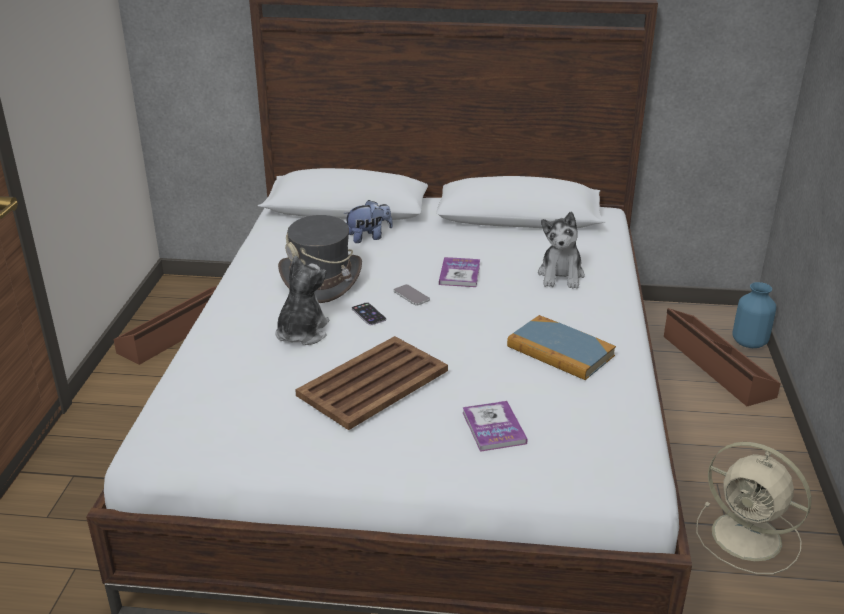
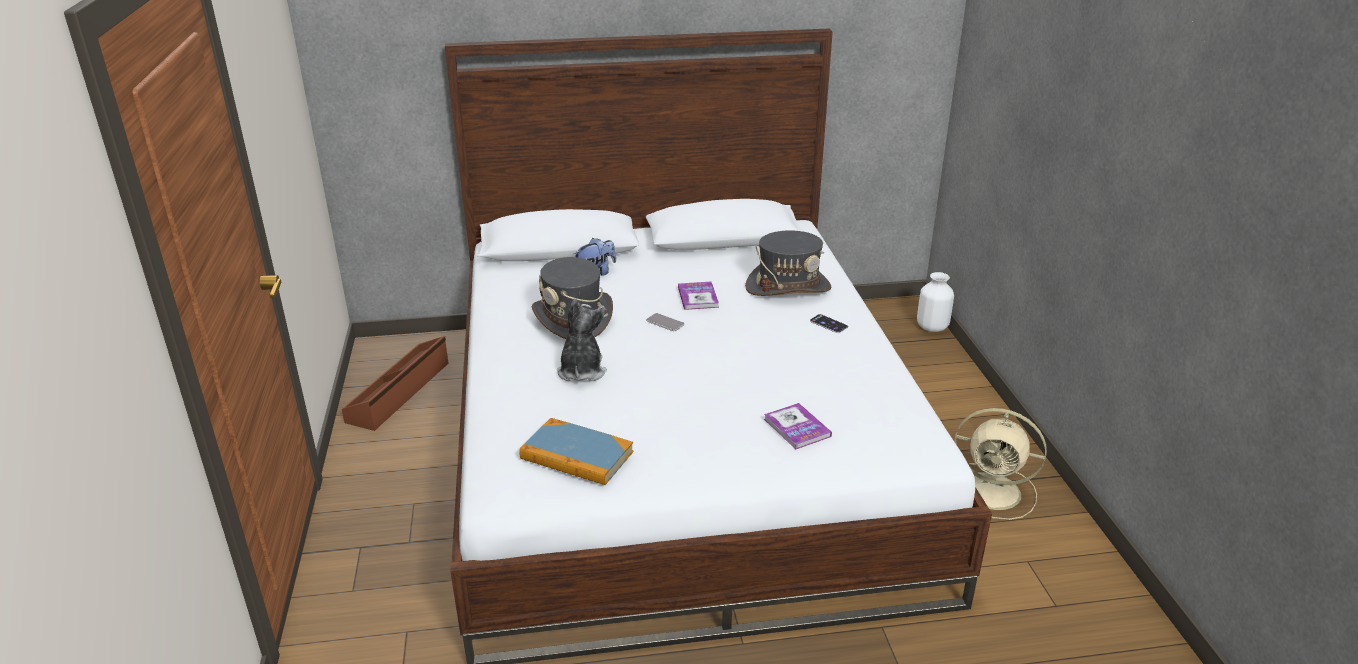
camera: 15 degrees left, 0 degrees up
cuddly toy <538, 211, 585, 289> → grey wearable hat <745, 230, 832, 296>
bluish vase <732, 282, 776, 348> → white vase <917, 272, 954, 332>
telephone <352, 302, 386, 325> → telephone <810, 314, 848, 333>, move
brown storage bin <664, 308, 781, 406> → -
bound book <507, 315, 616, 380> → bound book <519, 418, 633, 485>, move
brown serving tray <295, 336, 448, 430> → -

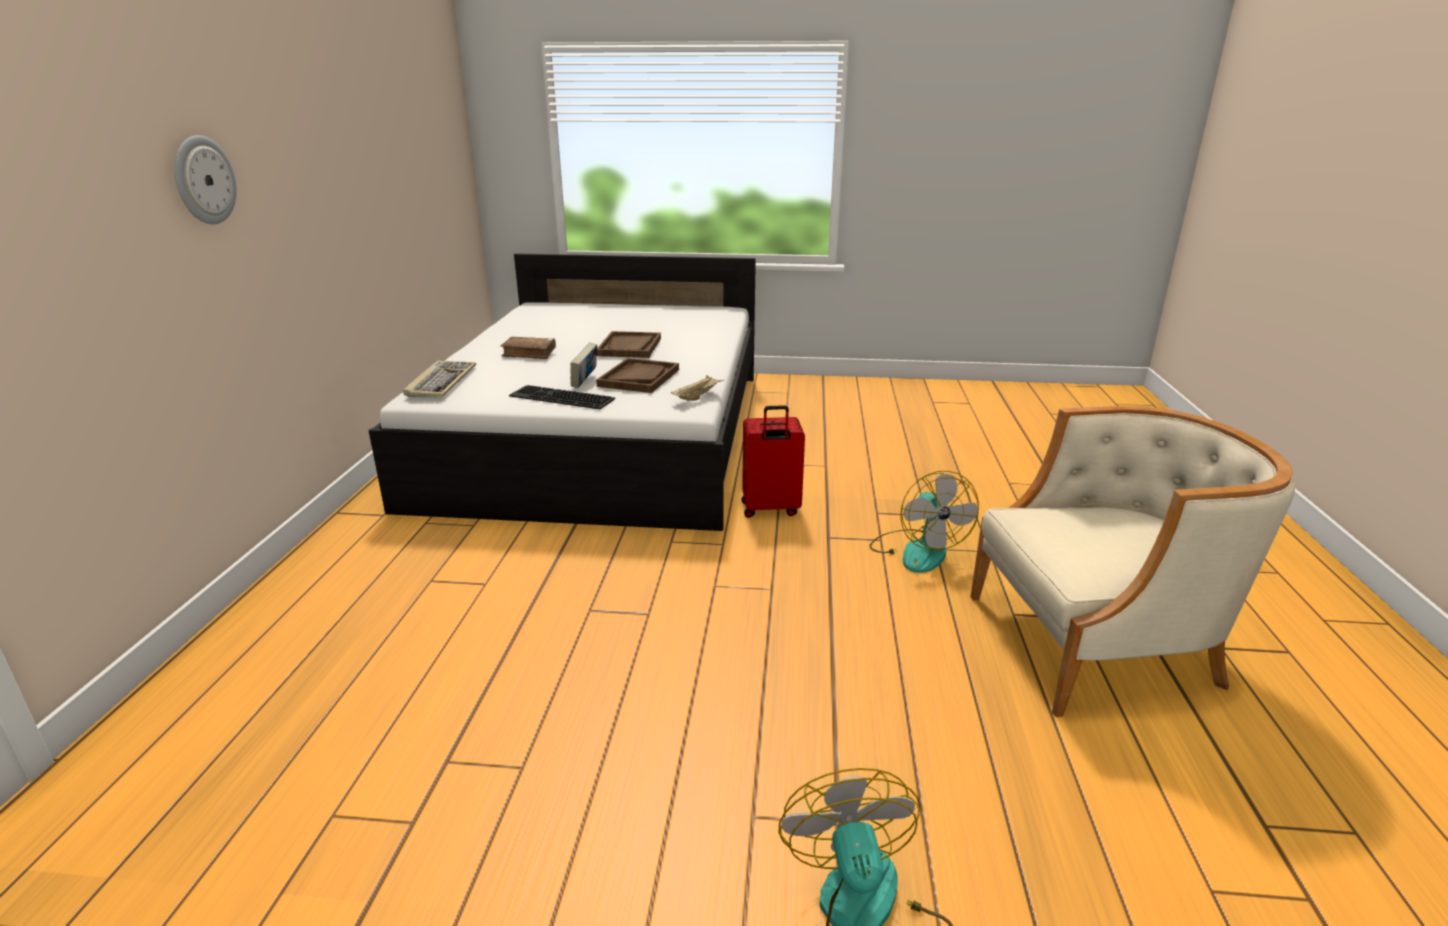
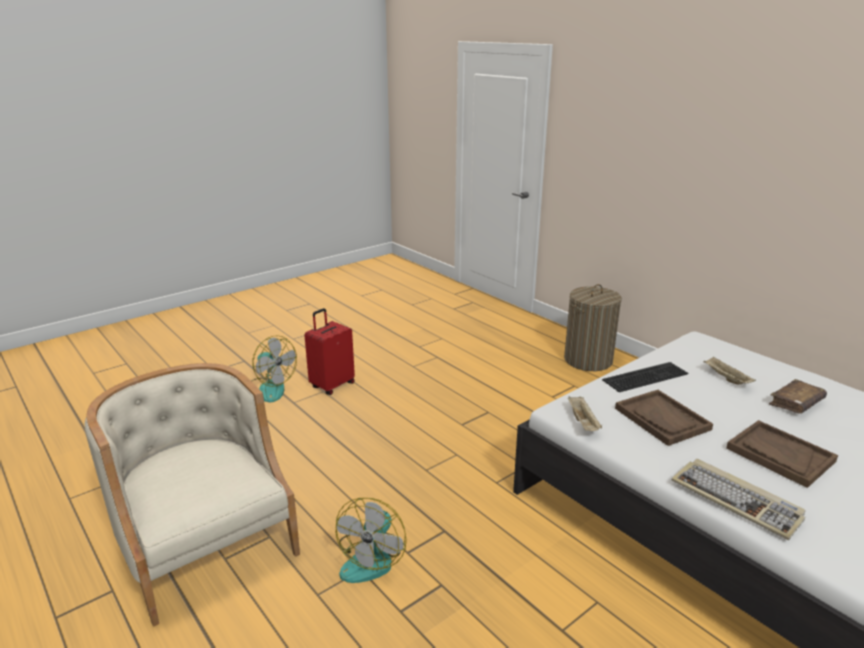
camera: 135 degrees right, 0 degrees up
wall clock <175, 135, 236, 224> → -
bound book <571, 342, 597, 388> → -
computer keyboard <403, 360, 476, 397> → computer keyboard <672, 459, 805, 540>, move
red-coloured travel case <741, 405, 805, 518> → red-coloured travel case <304, 308, 355, 395>, move
sand-coloured easy chair <971, 406, 1295, 717> → sand-coloured easy chair <85, 363, 300, 627>, 105 degrees clockwise
electric fan <869, 471, 979, 573> → electric fan <336, 498, 407, 583>, 105 degrees counterclockwise
- → hamper <564, 284, 622, 371>
- → sand-coloured serving tray <704, 357, 756, 384>

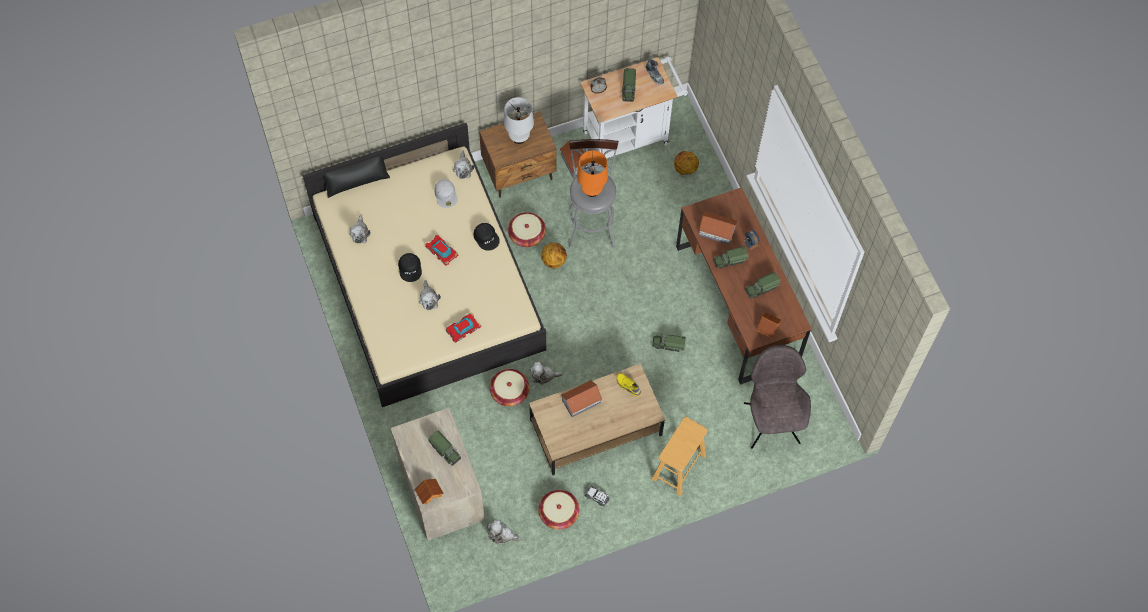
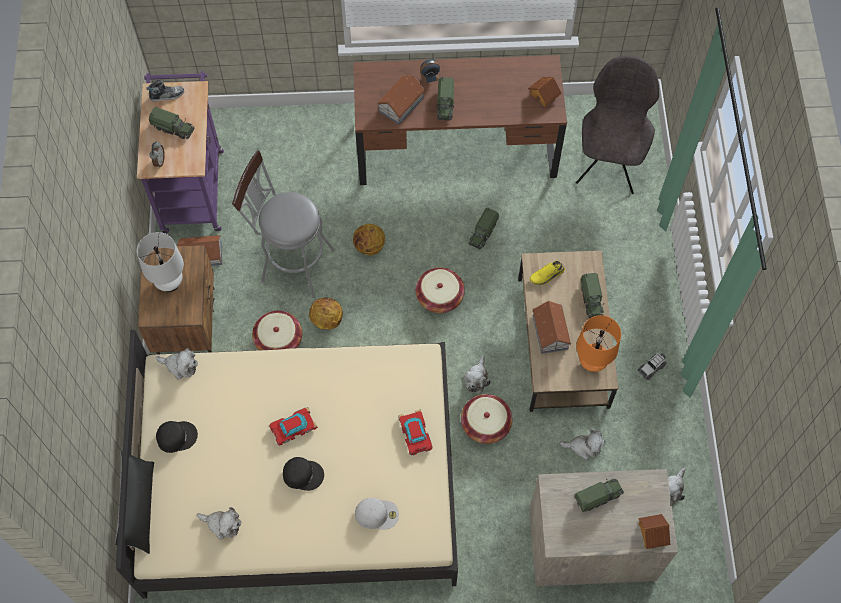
camera: 70 degrees left, 0 degrees up
white trolley <580, 57, 688, 167> → purplish trolley <137, 71, 224, 233>
orange-coloured table lamp <577, 150, 608, 197> → orange-coloured table lamp <576, 315, 621, 372>, move
basketball <674, 151, 699, 175> → basketball <353, 224, 385, 256>, move
white baseball cap <434, 179, 457, 208> → white baseball cap <355, 498, 399, 530>, move
black-coloured baseball cap <474, 223, 500, 251> → black-coloured baseball cap <156, 421, 198, 453>, move
toy lorry <745, 272, 780, 299> → toy lorry <581, 273, 604, 318>, move
cuddly toy <419, 280, 441, 310> → cuddly toy <560, 429, 606, 460>, move
grey chair <744, 345, 811, 448> → grey chair <576, 55, 659, 194>, 90 degrees clockwise
brown sitting stool <652, 417, 708, 496> → -
storage basket <538, 490, 579, 530> → storage basket <416, 268, 465, 313>, move

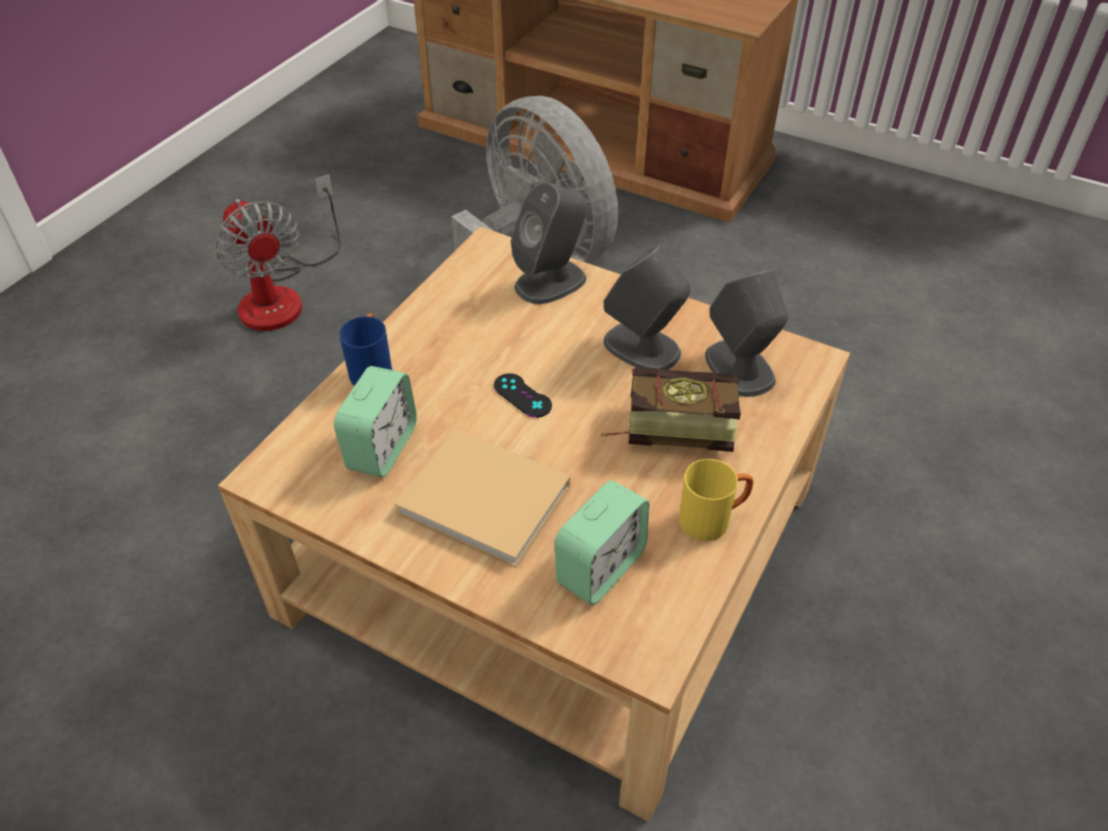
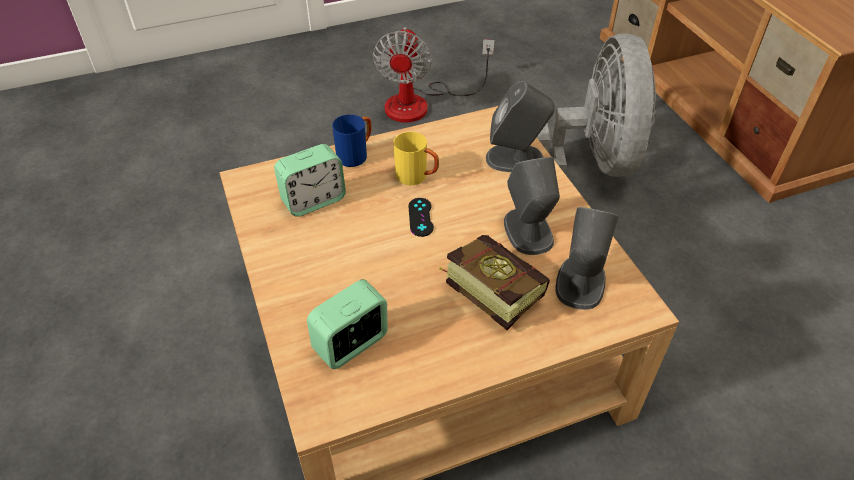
camera: 40 degrees right, 0 degrees up
sand-coloured bound book <395, 429, 570, 568> → -
yellowish coffee mug <679, 459, 753, 541> → yellowish coffee mug <393, 132, 439, 185>, move
bedside clock <555, 480, 649, 605> → bedside clock <307, 279, 388, 369>, 150 degrees clockwise

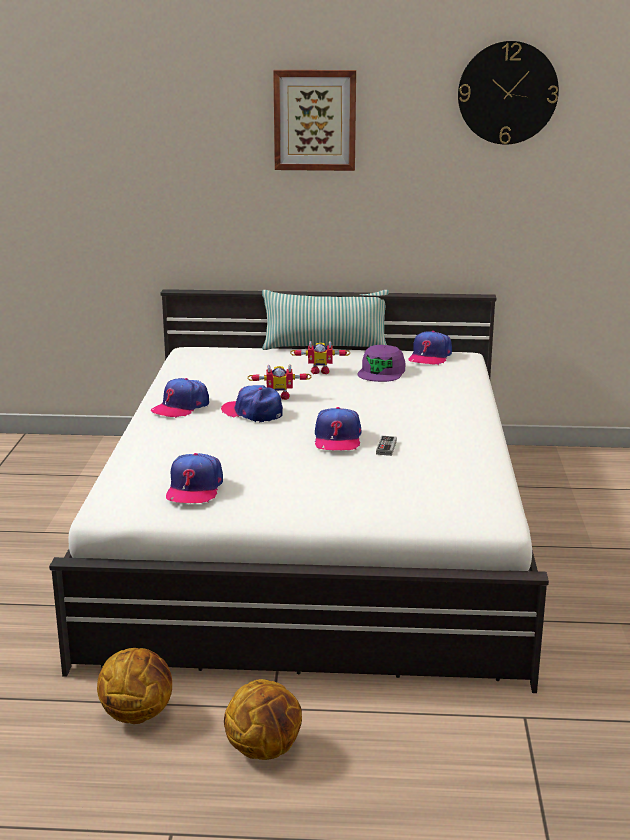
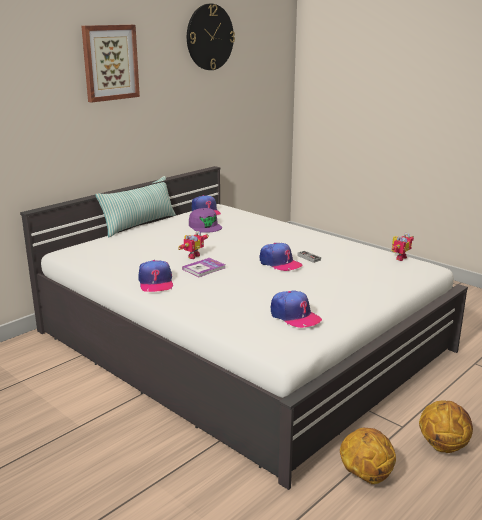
camera: 50 degrees left, 0 degrees up
model robot <290, 341, 350, 374> → model robot <391, 233, 414, 261>, move
baseball cap <221, 385, 283, 423> → bound book <182, 258, 225, 277>

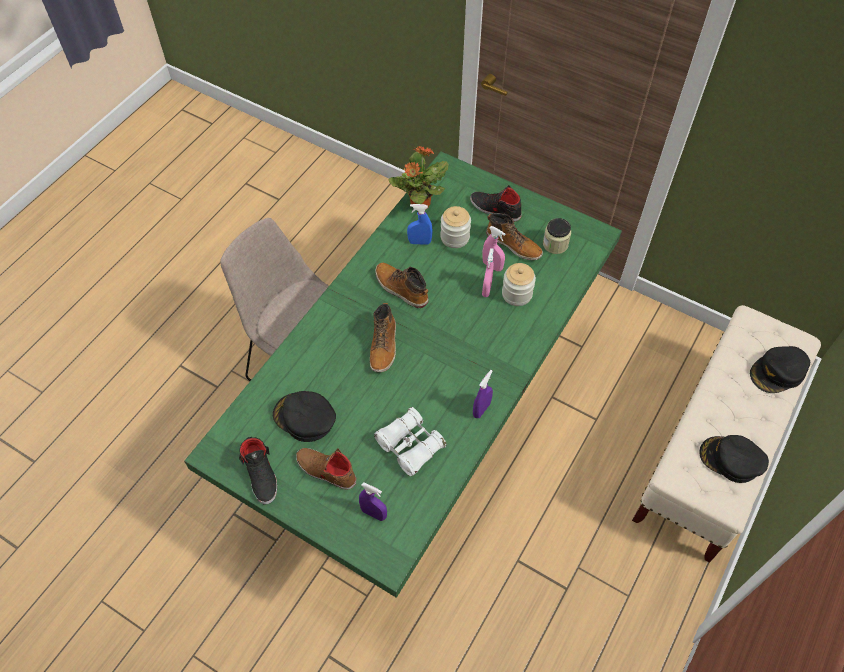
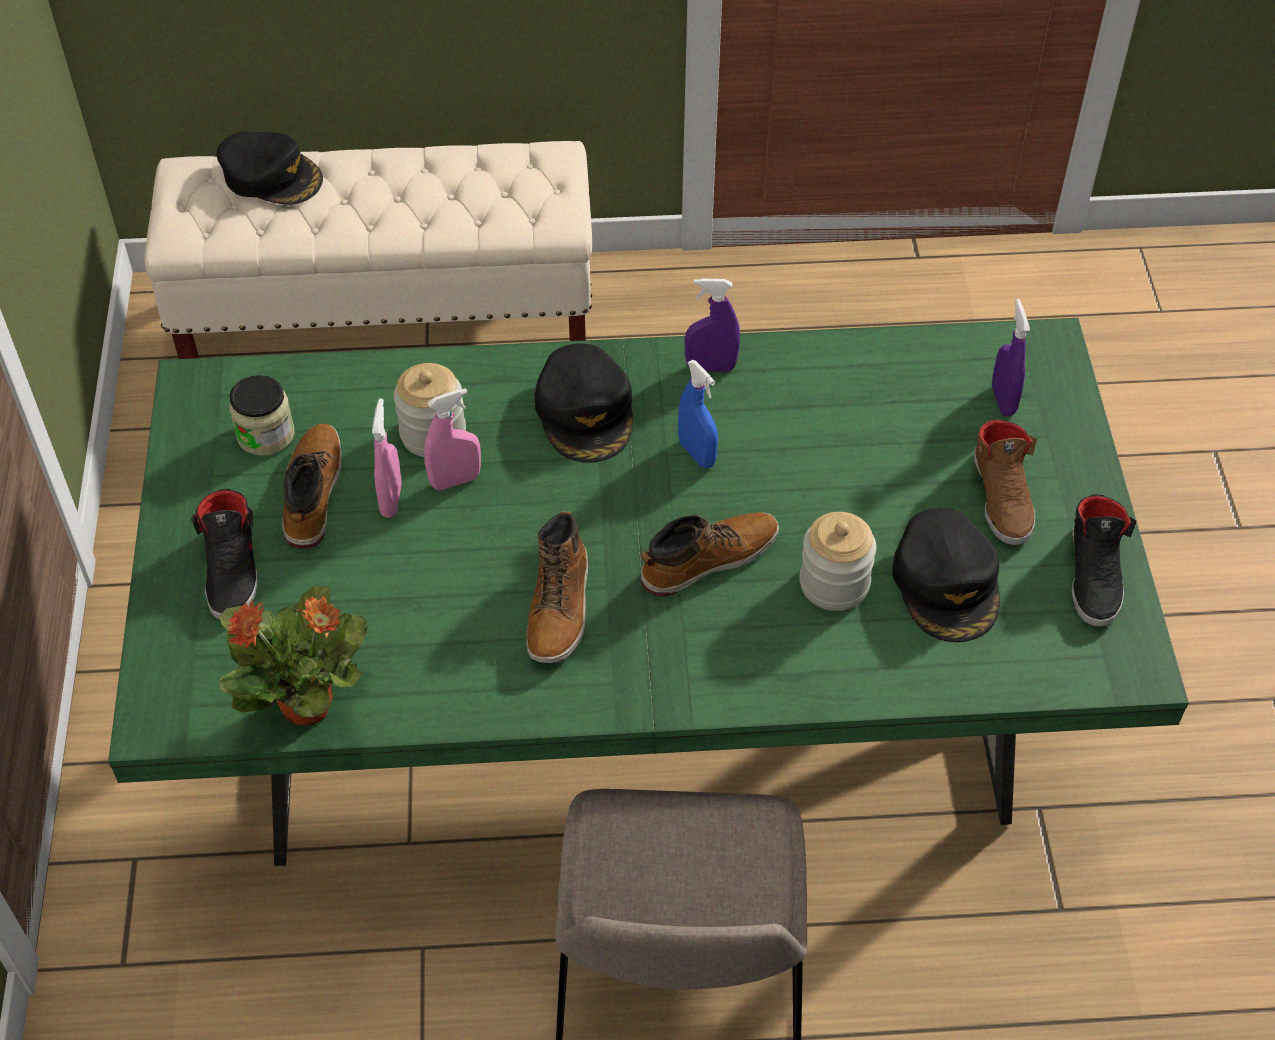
camera: 125 degrees left, 5 degrees down
bluish sprayer <407, 204, 433, 245> → bluish sprayer <678, 360, 718, 468>, move
preserve jar <440, 206, 471, 248> → preserve jar <799, 512, 876, 611>, move
white pair of binoculars <374, 407, 447, 476> → -
black-coloured baseball cap <699, 435, 769, 483> → black-coloured baseball cap <534, 343, 633, 463>, move
black-coloured item of footwear <239, 437, 277, 505> → black-coloured item of footwear <1072, 494, 1136, 627>, 150 degrees clockwise

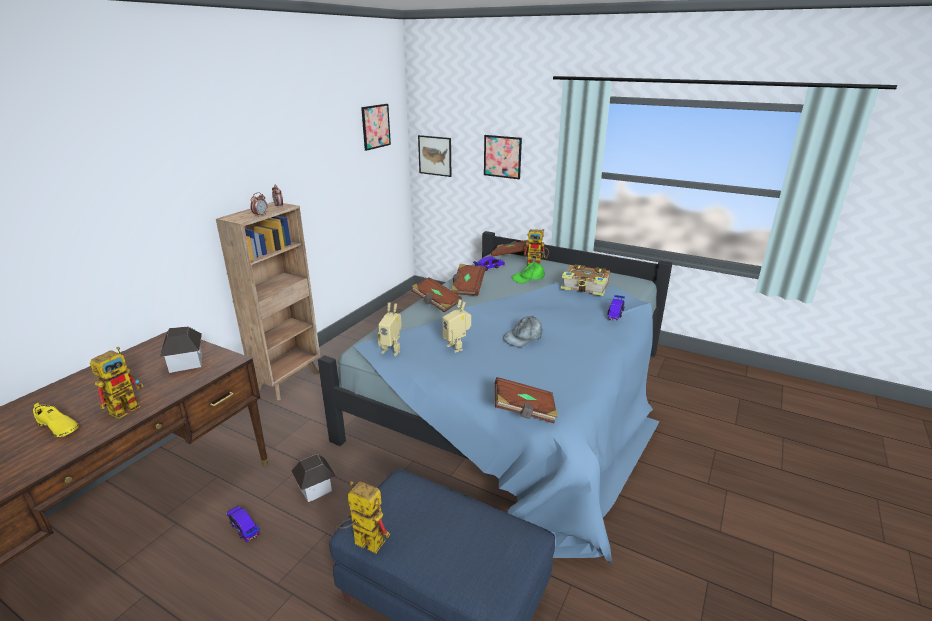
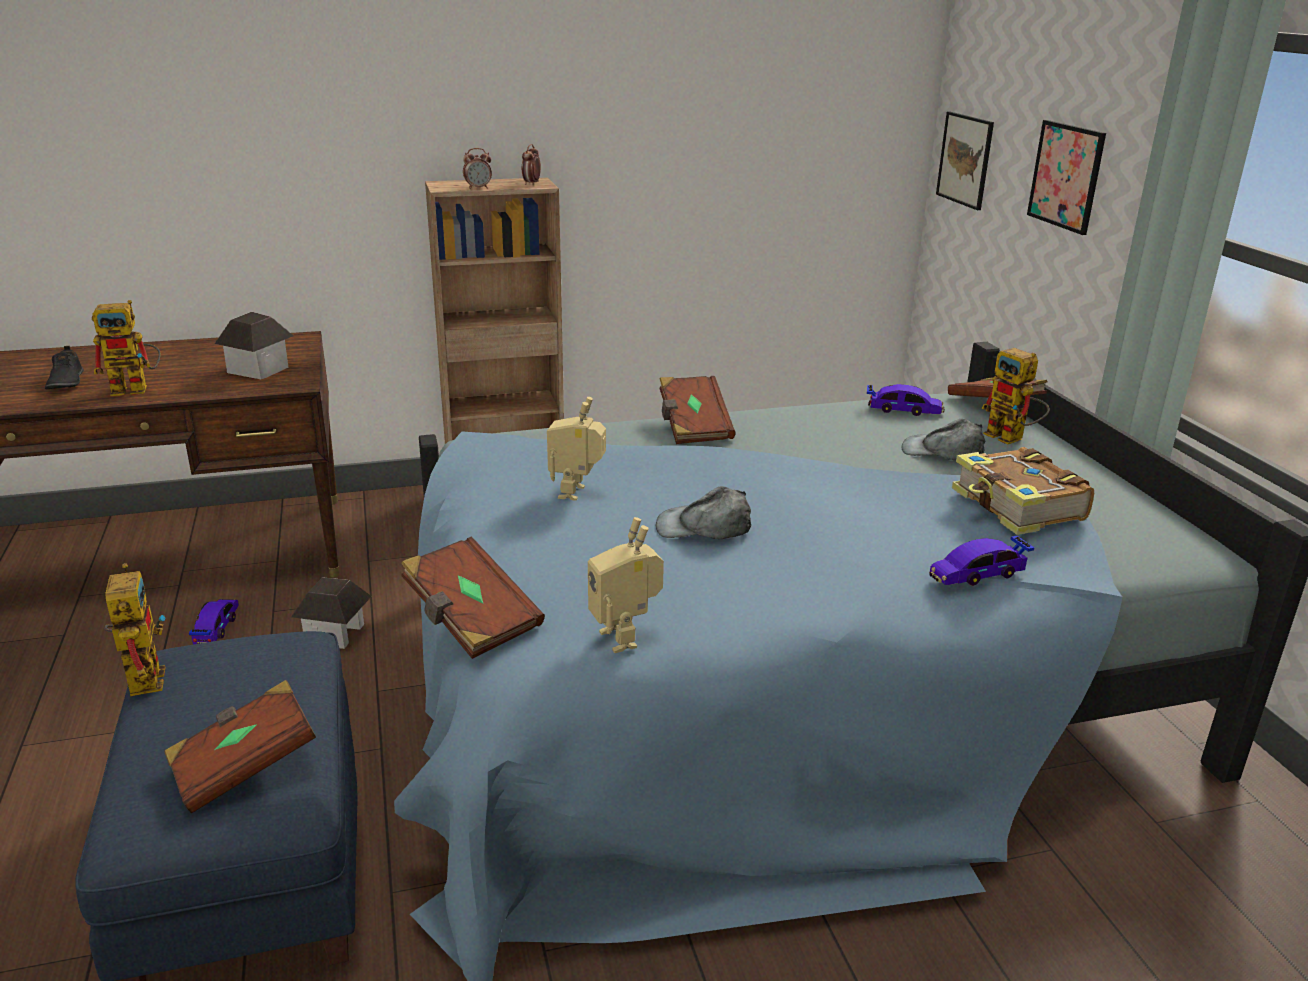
camera: 45 degrees right, 0 degrees up
wall picture <361, 104, 391, 151> → -
green-coloured baseball cap <512, 262, 545, 284> → grey baseball cap <902, 419, 985, 460>
brown bound book <451, 264, 486, 296> → brown bound book <165, 680, 316, 813>, move
model robot <377, 302, 402, 356> → model robot <588, 517, 664, 653>, move
yellowish item of footwear <33, 402, 79, 437> → black-coloured item of footwear <45, 346, 84, 390>

